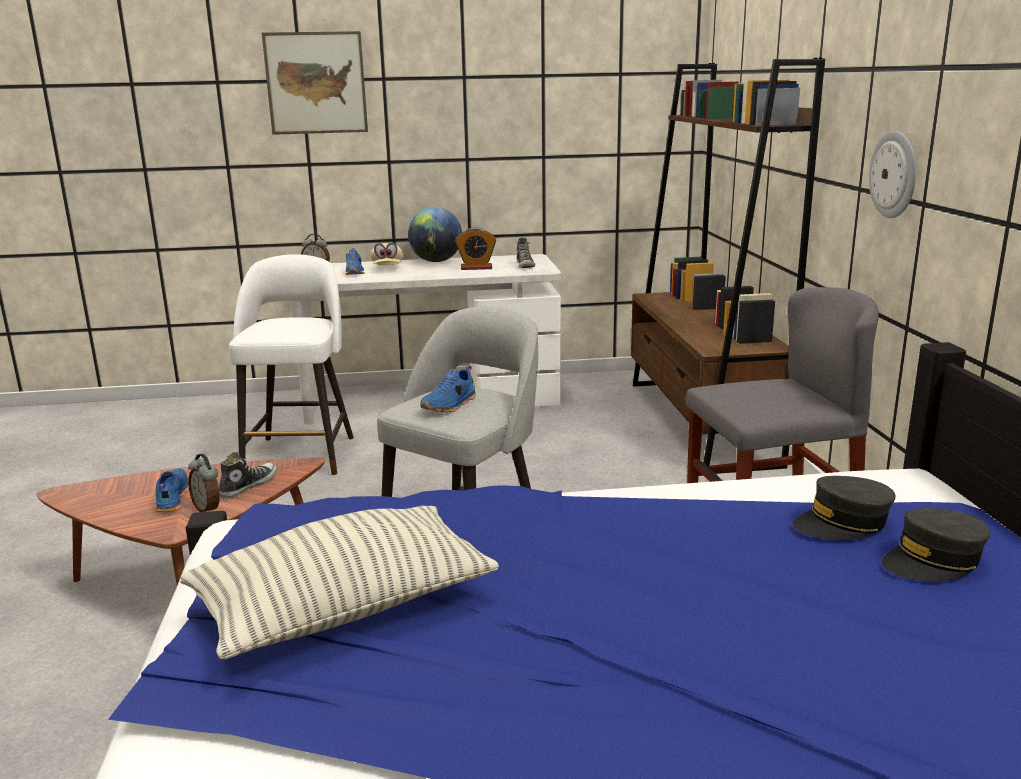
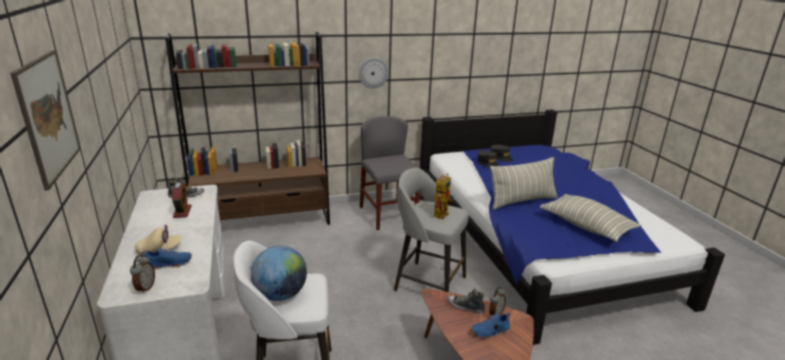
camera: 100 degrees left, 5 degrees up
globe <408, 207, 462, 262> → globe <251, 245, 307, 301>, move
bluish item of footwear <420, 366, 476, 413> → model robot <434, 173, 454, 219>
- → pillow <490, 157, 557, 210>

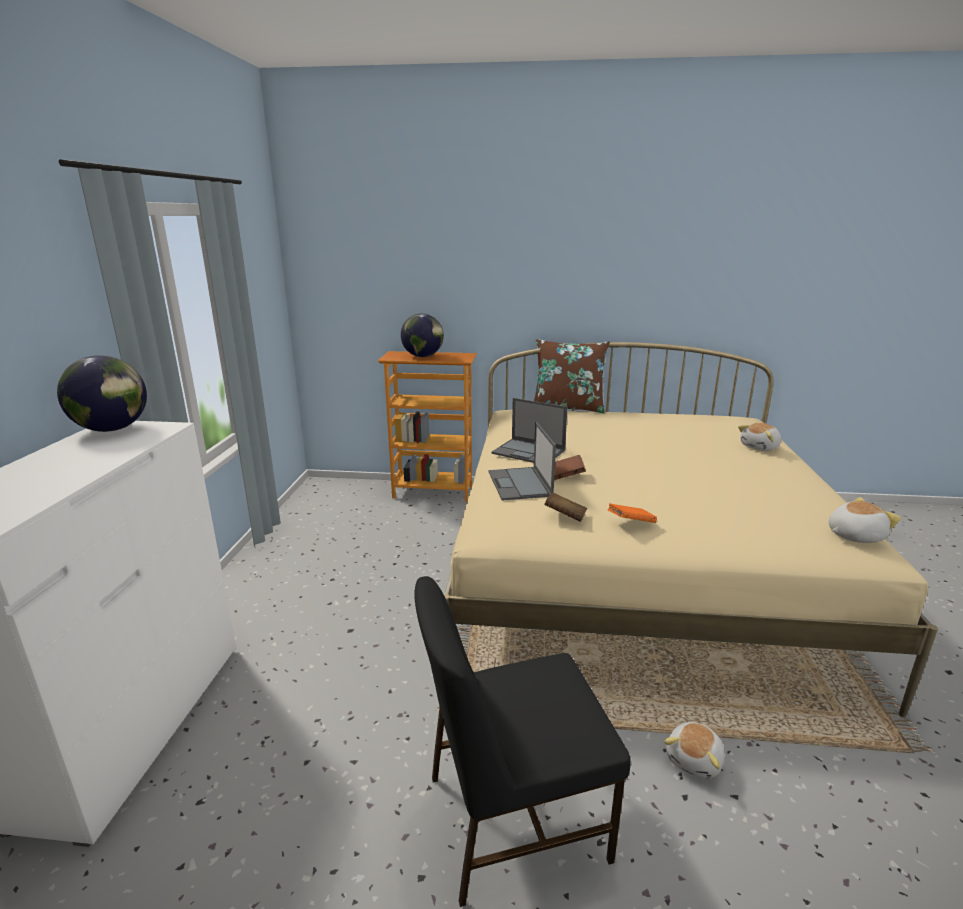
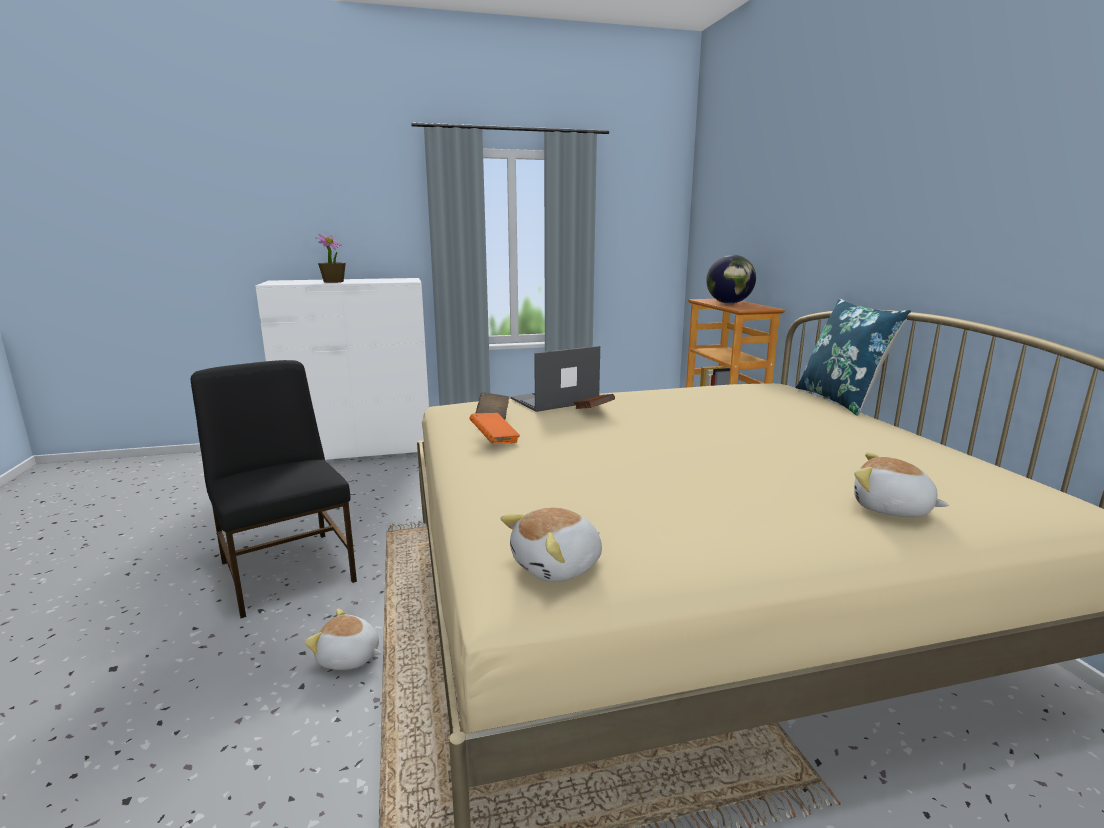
camera: 70 degrees right, 5 degrees down
brown pillow <534, 339, 610, 413> → bluish pillow <796, 298, 912, 416>
globe <57, 355, 147, 432> → -
laptop <491, 398, 567, 463> → -
cuddly toy <828, 497, 901, 543> → cuddly toy <501, 508, 602, 582>, 90 degrees clockwise
- → houseplant <316, 234, 346, 283>

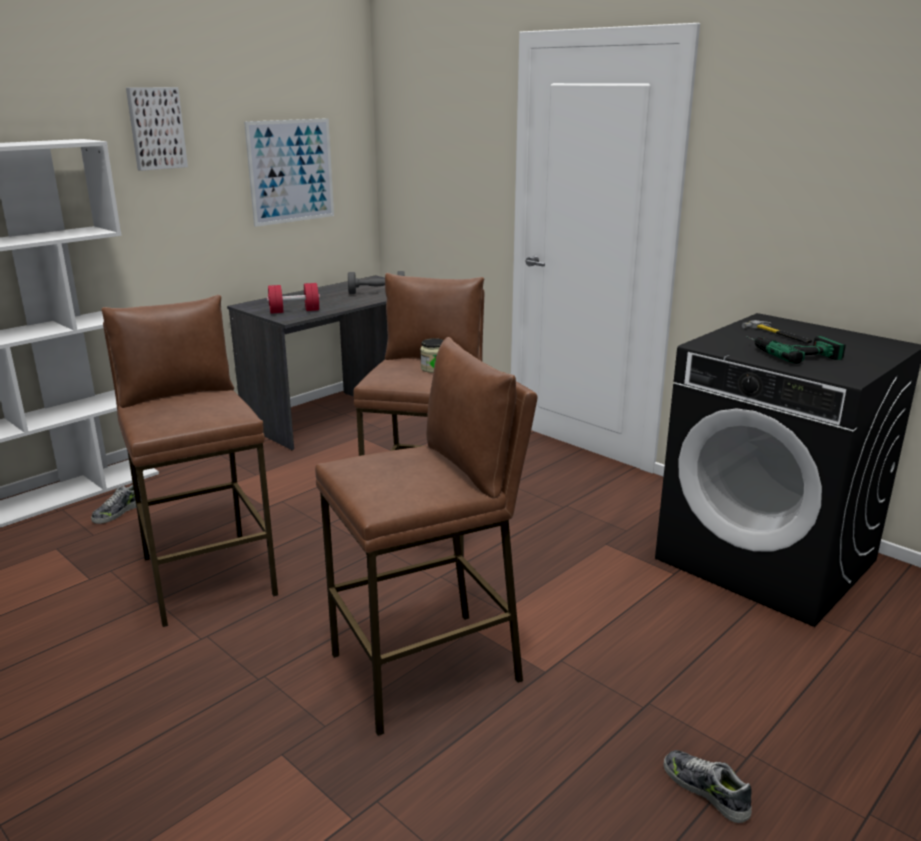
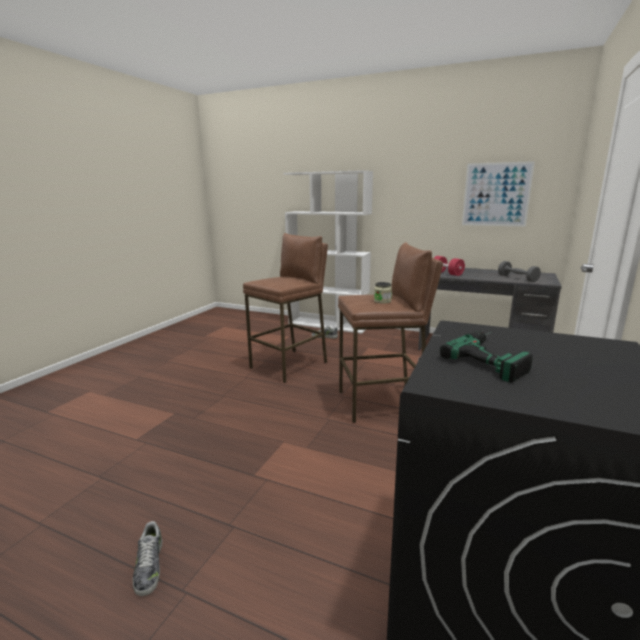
camera: 70 degrees right, 5 degrees down
wall picture <126, 87, 188, 171> → -
hand hammer <742, 320, 812, 344> → -
brown sitting stool <315, 337, 538, 736> → -
item of footwear <664, 750, 752, 823> → item of footwear <133, 521, 162, 596>, 135 degrees clockwise

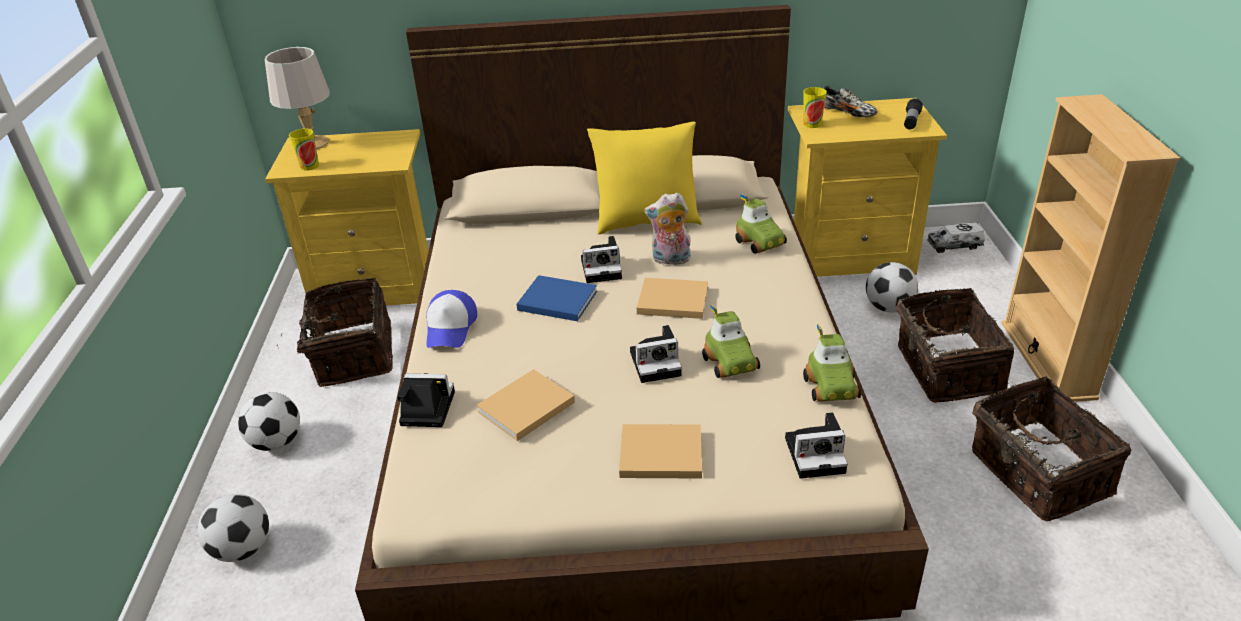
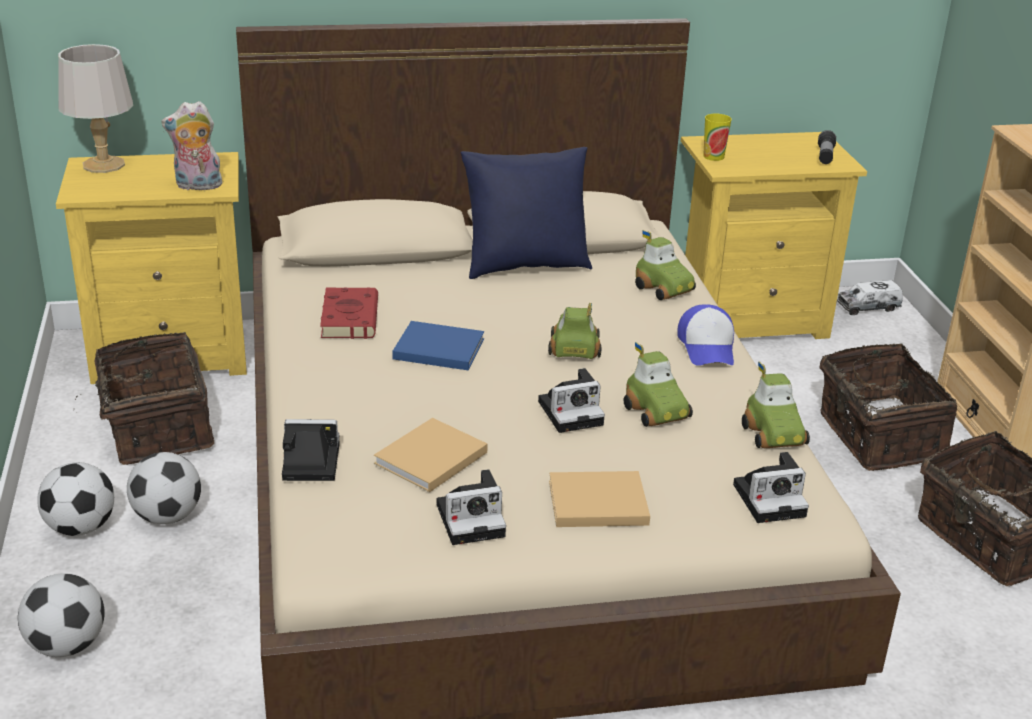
camera: 10 degrees left, 5 degrees down
item of footwear <823, 85, 878, 117> → -
yellowish pillow <587, 122, 702, 234> → bluish pillow <461, 147, 592, 279>
drinking cup <289, 128, 319, 171> → -
cuddly toy <644, 192, 691, 265> → cuddly toy <161, 101, 224, 190>, move
photo camera <581, 236, 622, 283> → photo camera <437, 469, 506, 545>, move
football ball <866, 262, 918, 313> → football ball <127, 452, 201, 524>, move
sand-coloured bound book <637, 278, 708, 319> → miniature car <548, 303, 601, 359>
baseball cap <426, 290, 477, 348> → baseball cap <677, 304, 734, 366>, move
- → red-coloured bound book <320, 287, 378, 339>

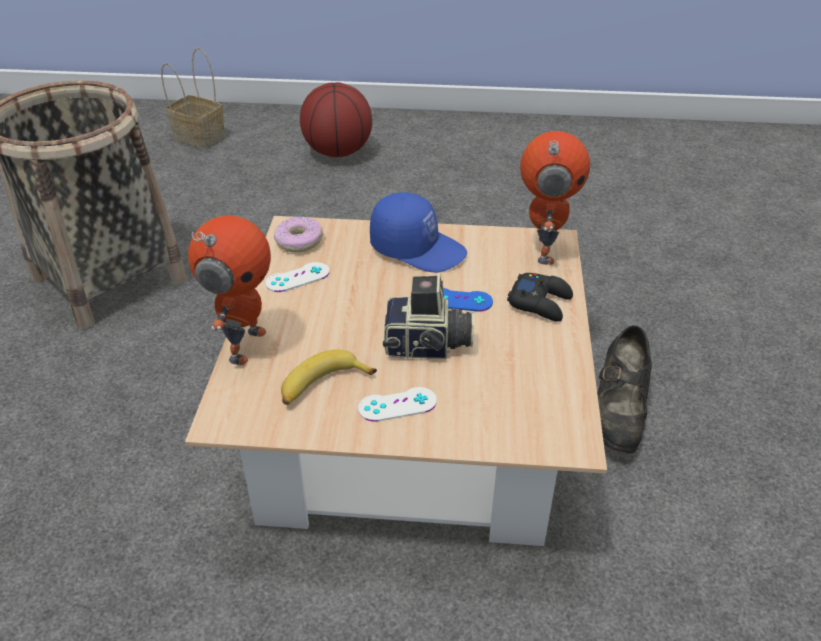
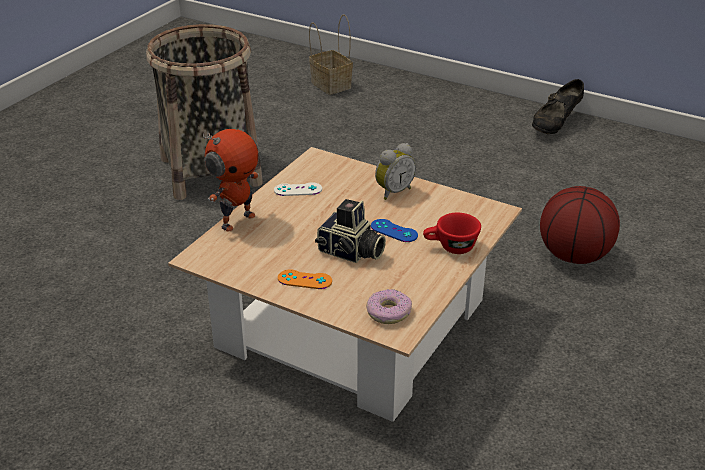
camera: 25 degrees right, 5 degrees down
basketball <300, 82, 372, 157> → basketball <540, 186, 620, 264>, move
model robot <520, 131, 590, 265> → -
bluish baseball cap <370, 192, 467, 273> → bedside clock <375, 143, 416, 200>
donut <274, 216, 323, 252> → donut <366, 289, 412, 324>, move
black-coloured gamepad <507, 273, 573, 322> → red-coloured drinking cup <423, 213, 481, 254>
black-coloured item of footwear <597, 325, 652, 454> → black-coloured item of footwear <532, 79, 584, 134>, move
banana fruit <281, 349, 377, 405> → -
white gamepad <358, 387, 437, 422> → orange-coloured gamepad <278, 269, 332, 289>

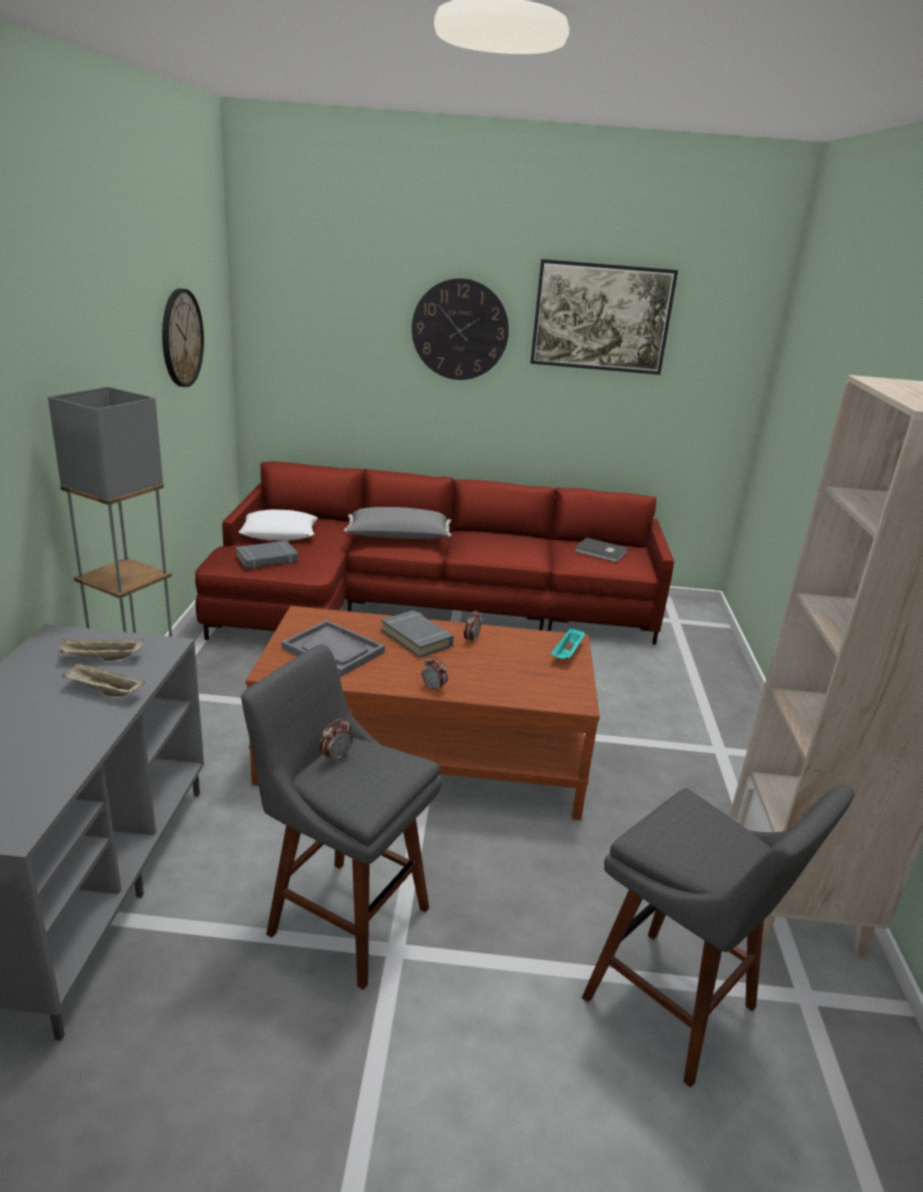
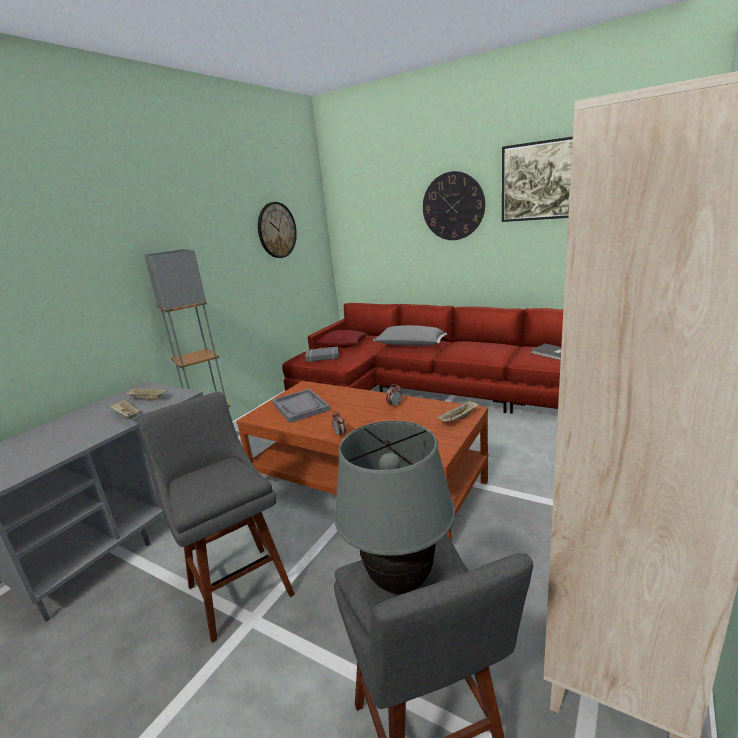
camera: 30 degrees right, 5 degrees down
white pillow <239, 509, 318, 541> → red-coloured pillow <316, 330, 368, 348>
grey bound book <381, 610, 454, 658> → -
turquoise-coloured serving tray <550, 627, 585, 659> → sand-coloured serving tray <437, 400, 479, 422>
bedside clock <320, 718, 352, 764> → -
- → grey table lamp <334, 420, 455, 594>

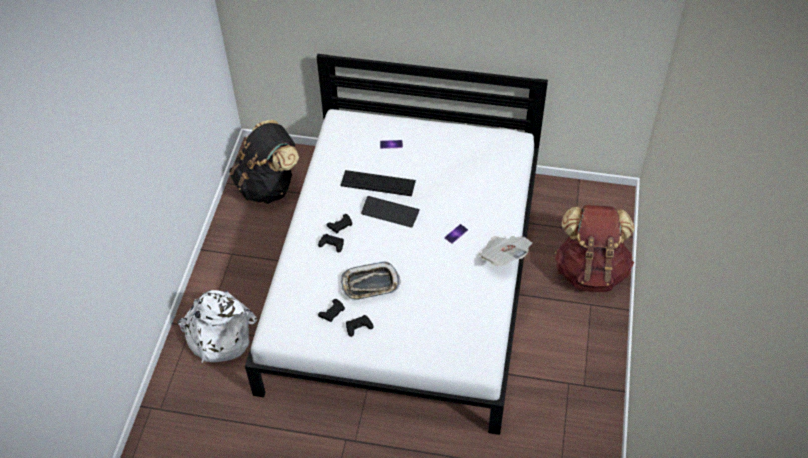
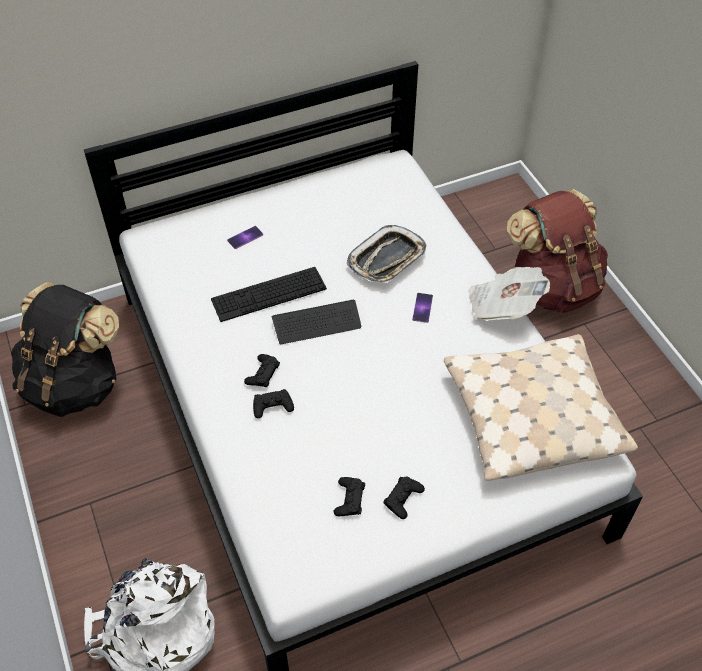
camera: 35 degrees left, 0 degrees up
serving tray <341, 262, 401, 300> → serving tray <347, 225, 426, 283>, move
- → sand-coloured pillow <444, 334, 638, 481>

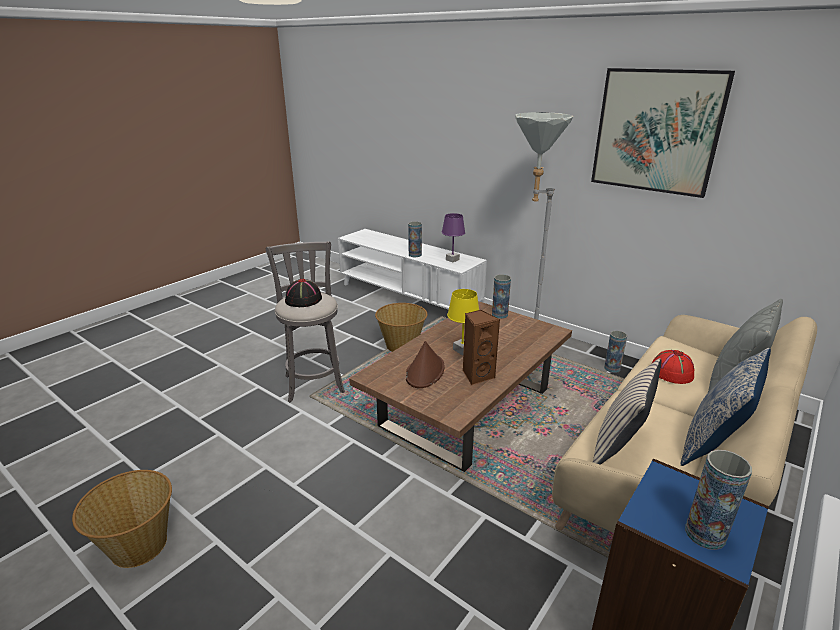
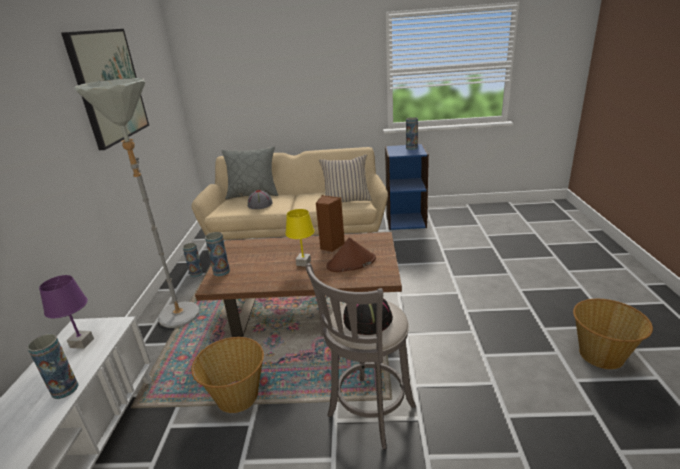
camera: 125 degrees left, 0 degrees up
pillow <681, 348, 771, 466> → -
red-coloured wearable hat <651, 350, 694, 384> → grey wearable hat <247, 190, 273, 209>

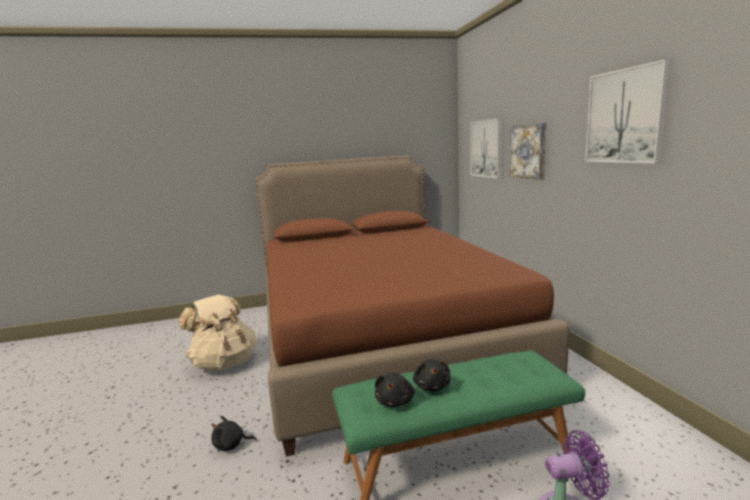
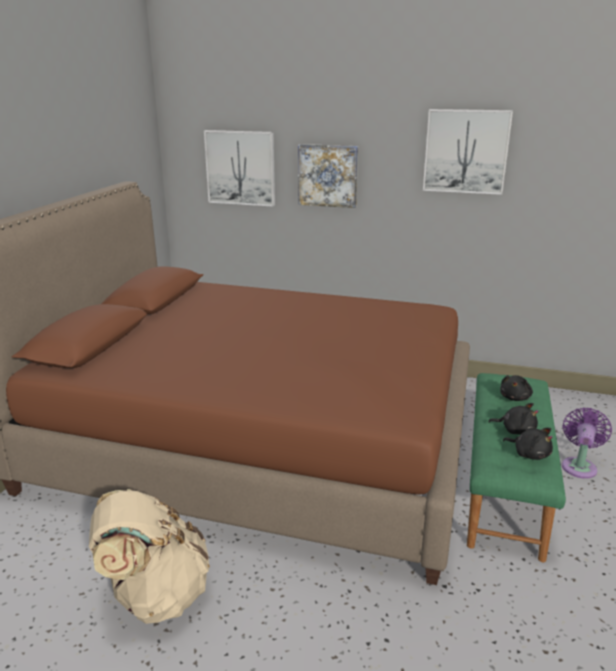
camera: 60 degrees left, 10 degrees up
black-coloured cuddly toy <211, 416, 257, 451> → black-coloured cuddly toy <500, 375, 533, 401>, move

